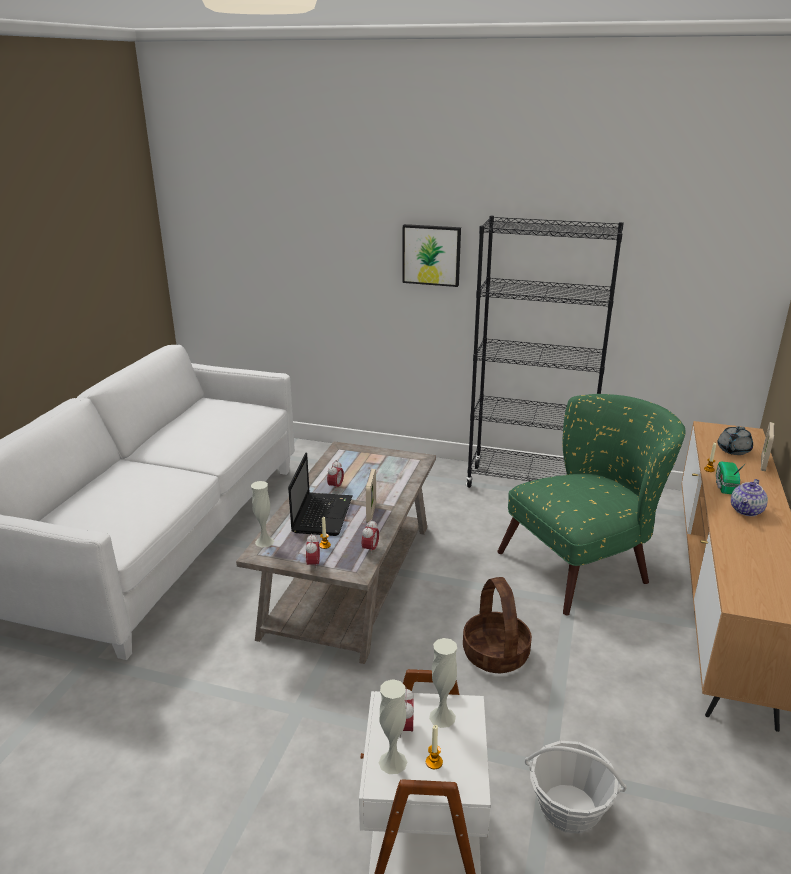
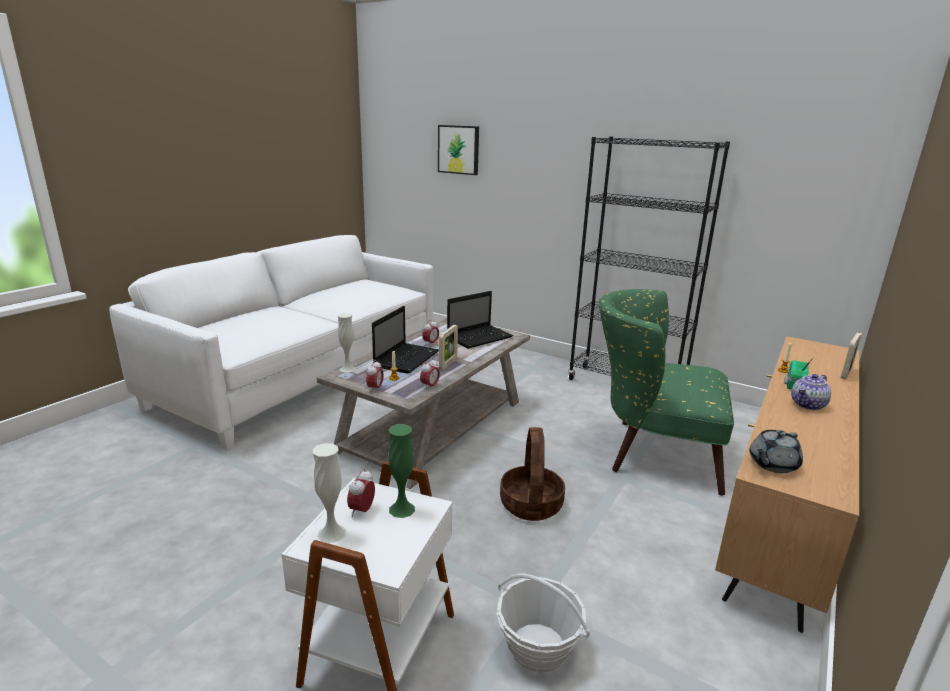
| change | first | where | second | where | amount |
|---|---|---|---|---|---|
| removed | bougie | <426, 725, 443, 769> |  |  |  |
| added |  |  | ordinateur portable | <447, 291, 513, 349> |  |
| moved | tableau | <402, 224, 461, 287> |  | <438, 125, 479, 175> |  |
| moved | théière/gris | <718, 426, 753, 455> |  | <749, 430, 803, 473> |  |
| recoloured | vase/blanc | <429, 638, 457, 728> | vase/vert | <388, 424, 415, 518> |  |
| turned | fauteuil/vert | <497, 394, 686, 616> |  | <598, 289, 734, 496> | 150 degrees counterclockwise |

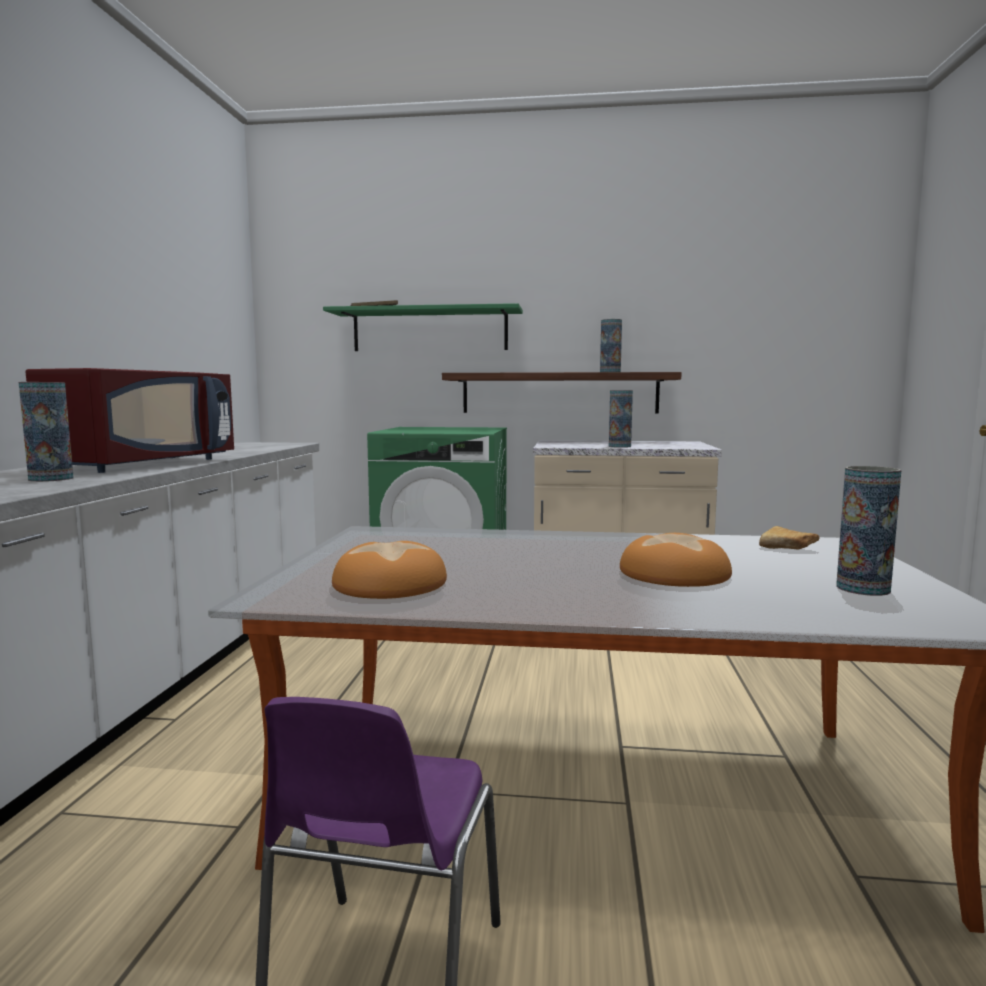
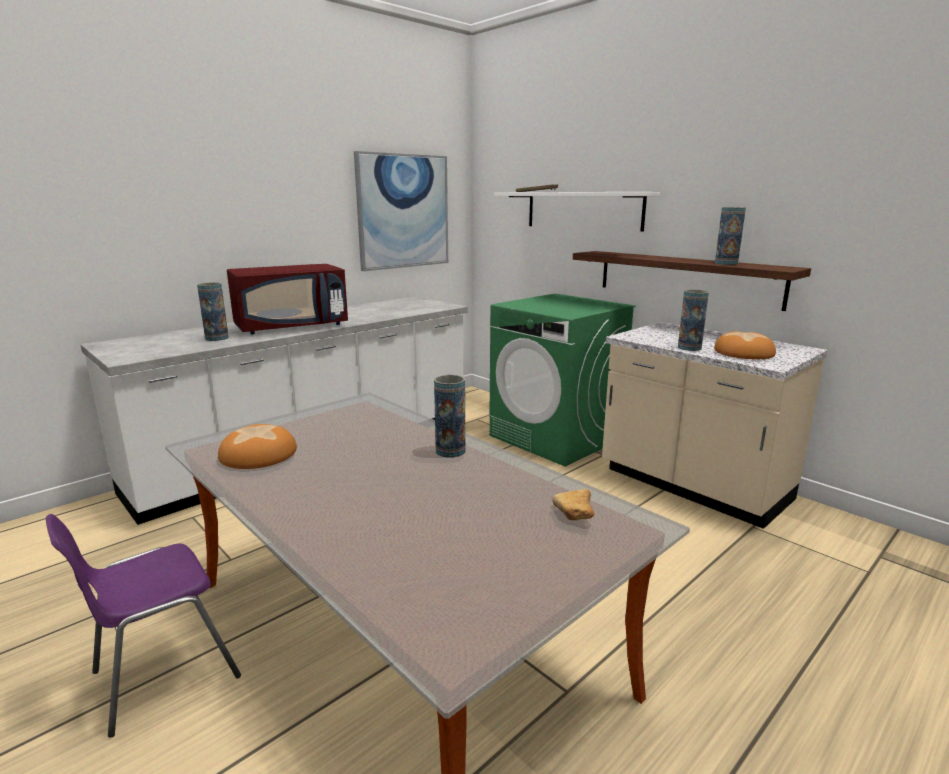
| change | first | where | second | where | amount |
|---|---|---|---|---|---|
| added |  |  | tableau | <354, 151, 448, 271> |  |
| moved | pain | <620, 533, 732, 587> |  | <714, 331, 776, 359> |  |
| moved | vase | <836, 466, 901, 596> |  | <434, 375, 465, 458> |  |
| recoloured | étagère/vert | <323, 303, 523, 351> | étagère/blanc | <494, 192, 660, 232> |  |

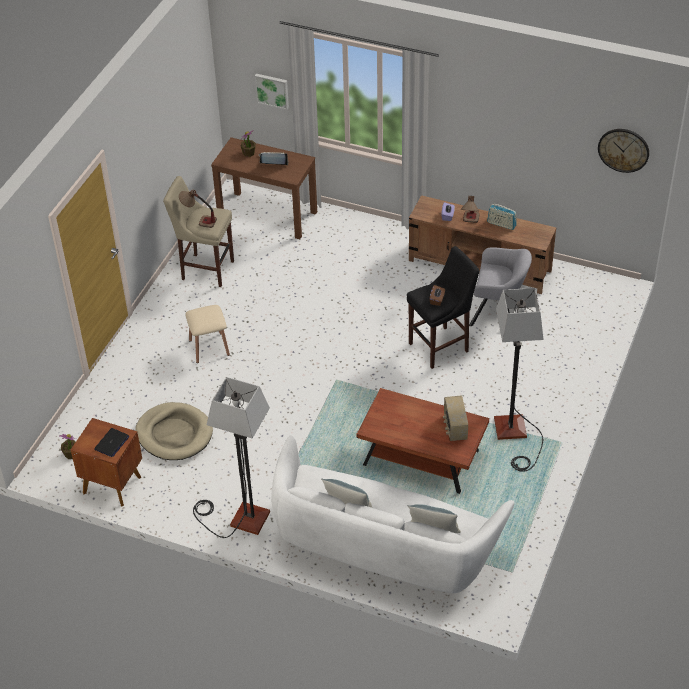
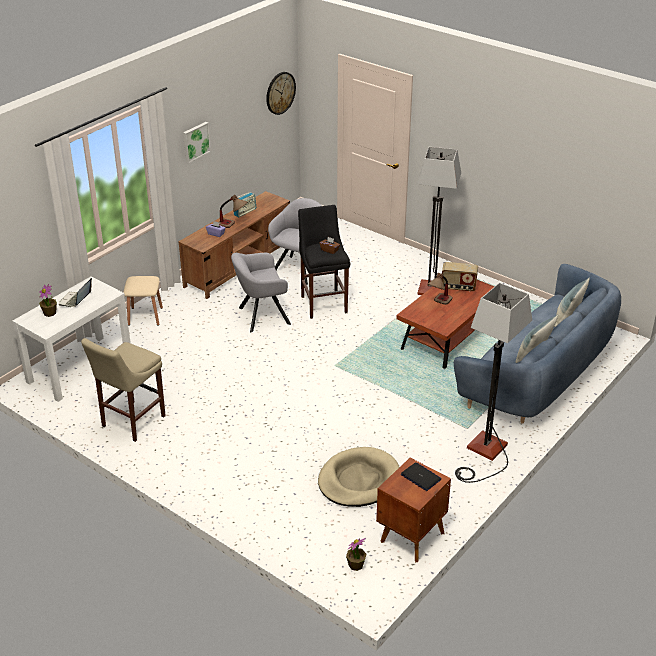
| change | first | where | second | where | amount |
|---|---|---|---|---|---|
| added |  |  | fauteuil/gris | <231, 253, 291, 332> |  |
| moved | lampe de table | <179, 189, 217, 228> |  | <428, 273, 453, 305> |  |
| moved | tabouret/beige | <185, 305, 230, 363> |  | <123, 276, 163, 326> |  |
| moved | tableau | <255, 74, 289, 110> |  | <183, 122, 211, 163> |  |
| recoloured | table console/marron | <211, 137, 317, 239> | table console/blanc | <12, 277, 131, 402> |  |
| recoloured | canapé/blanc | <271, 435, 514, 593> | canapé/bleu | <454, 264, 621, 423> |  |

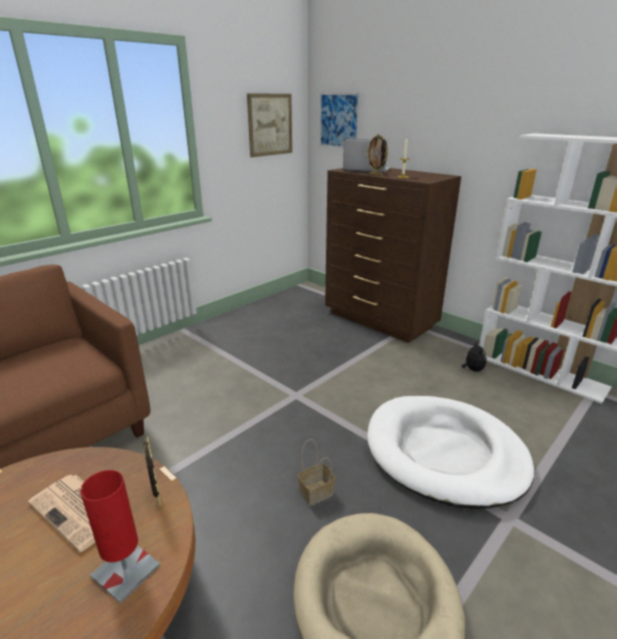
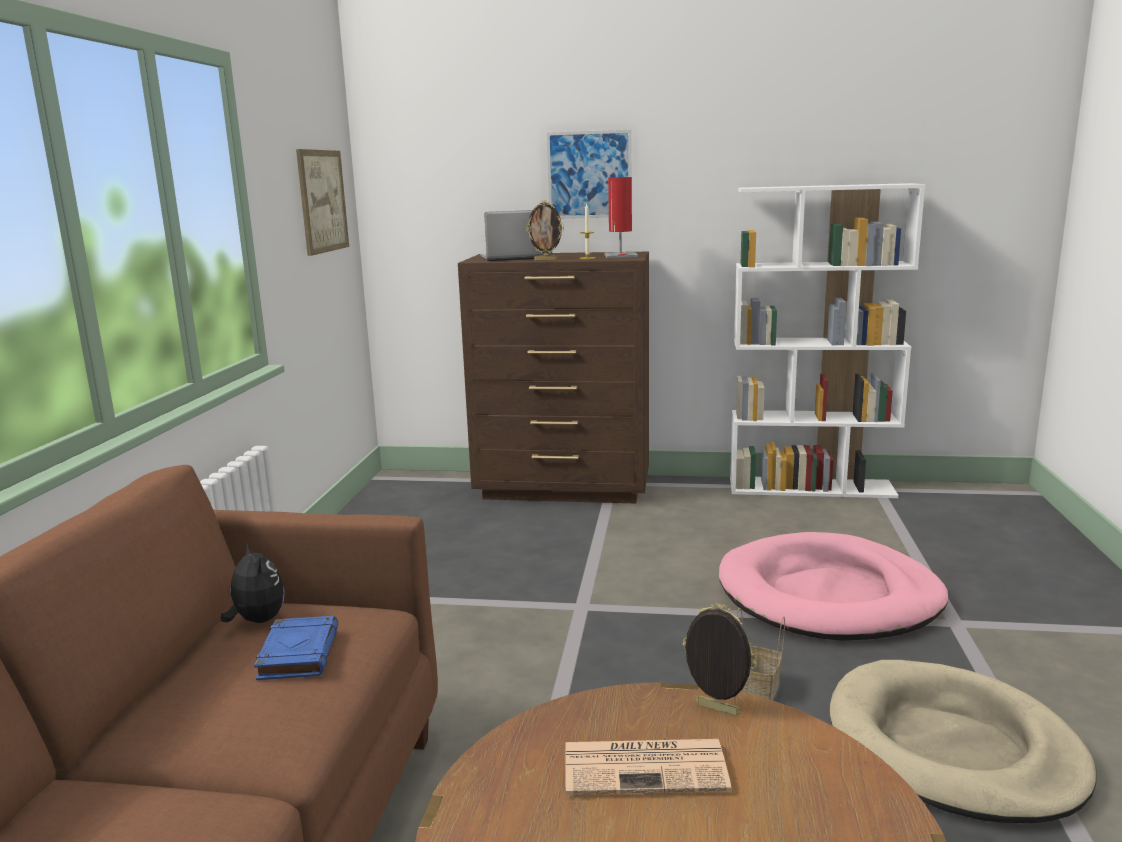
| change | first | where | second | where | amount |
|---|---|---|---|---|---|
| added |  |  | livre/bleu | <254, 616, 338, 680> |  |
| moved | lampe de table/rouge | <80, 470, 160, 604> |  | <604, 177, 638, 258> |  |
| moved | tableau | <320, 93, 360, 148> |  | <547, 130, 631, 219> |  |
| moved | peluche | <462, 341, 487, 372> |  | <221, 544, 285, 623> |  |
| recoloured | panier pour chien/blanc | <367, 396, 535, 509> | panier pour chien/rose | <719, 532, 948, 641> |  |

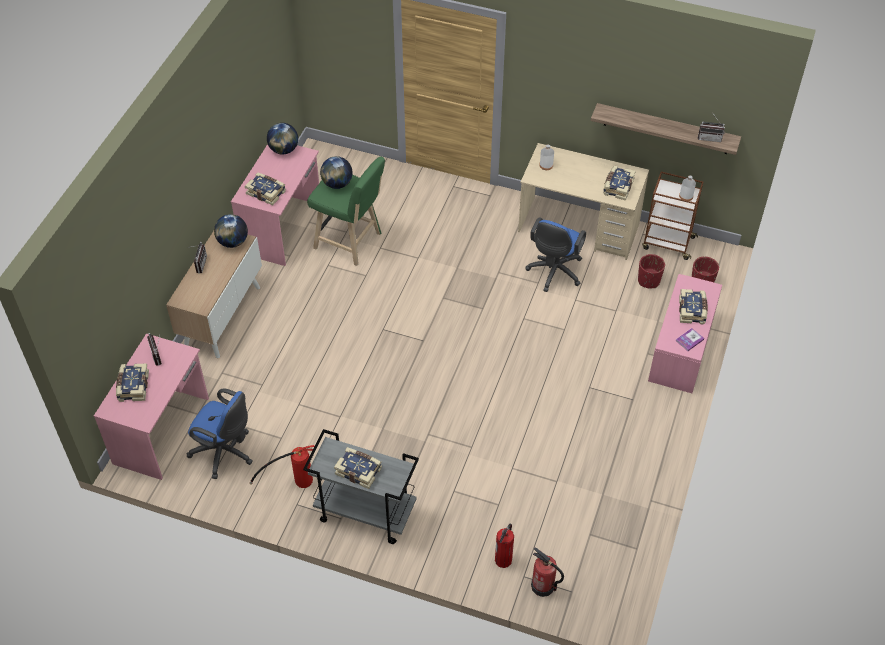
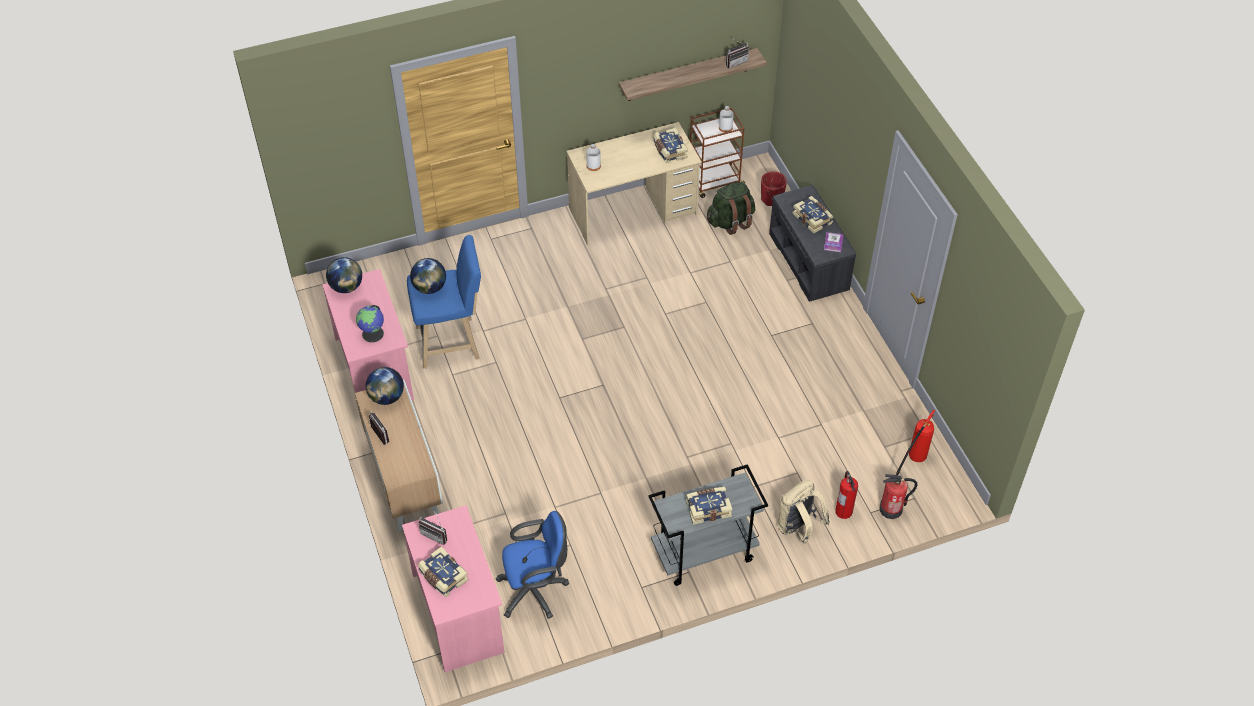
| change | first | where | second | where | amount |
|---|---|---|---|---|---|
| removed | chaise de bureau/bleu | <526, 217, 586, 292> |  |  |  |
| added |  |  | sac à dos/beige | <777, 480, 830, 544> |  |
| moved | extincteur | <249, 445, 315, 488> |  | <896, 410, 935, 475> |  |
| replaced | livre | <245, 172, 286, 205> | globe | <356, 305, 384, 342> |  |
| replaced | cache-pot/rouge | <638, 254, 665, 289> | sac à dos/vert | <707, 182, 755, 235> |  |
| recoloured | tabouret/vert | <307, 156, 385, 266> | tabouret/bleu | <407, 235, 481, 369> |  |
| recoloured | banc/rose | <648, 274, 722, 393> | banc/gris | <769, 185, 856, 302> |  |

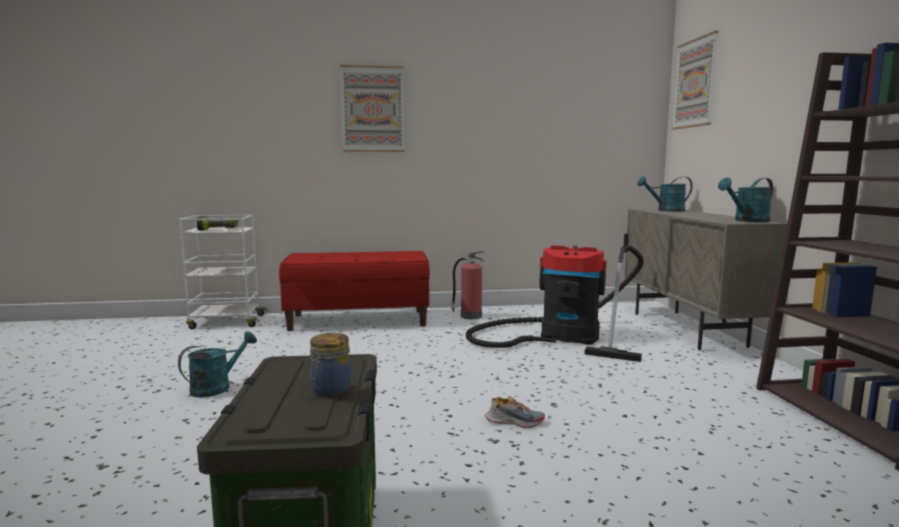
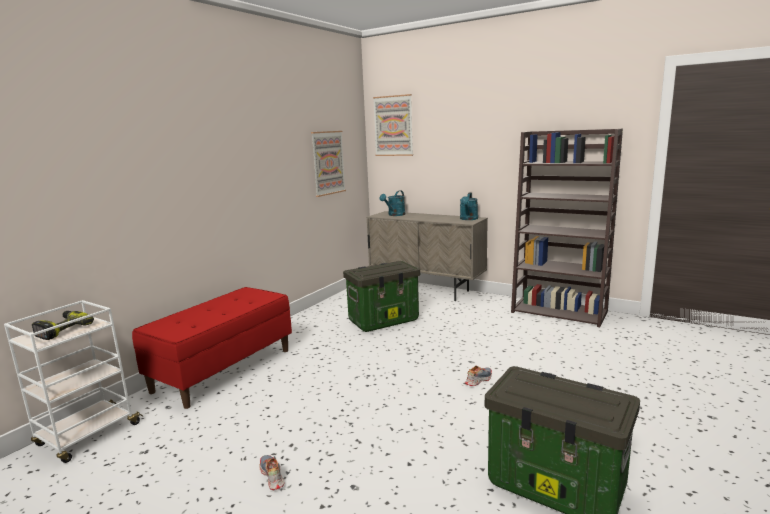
| change | first | where | second | where | amount |
|---|---|---|---|---|---|
| removed | bocal | <310, 333, 351, 396> |  |  |  |
| removed | extincteur | <451, 251, 485, 319> |  |  |  |
| moved | tableau | <340, 65, 405, 152> |  | <311, 131, 346, 197> |  |
| replaced | arrosoir/turquoise | <178, 331, 257, 398> | chaussure | <259, 455, 285, 490> |  |
| replaced | aspirateur | <466, 245, 644, 362> | boîte de rangement | <343, 261, 420, 332> |  |

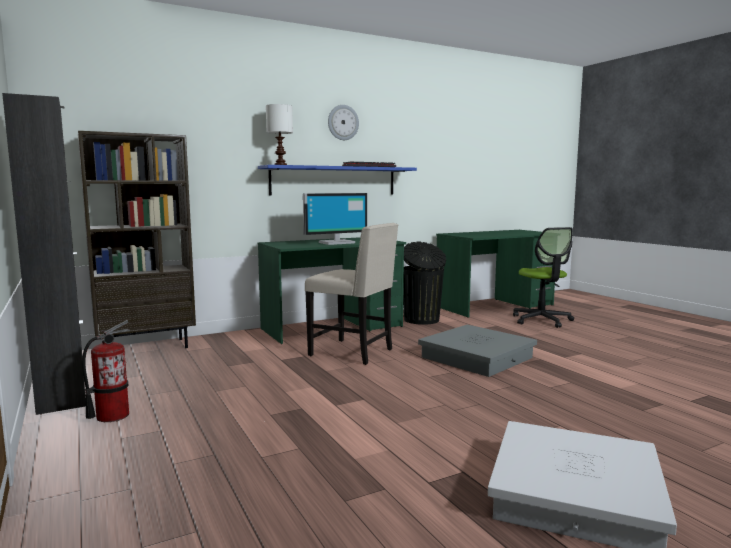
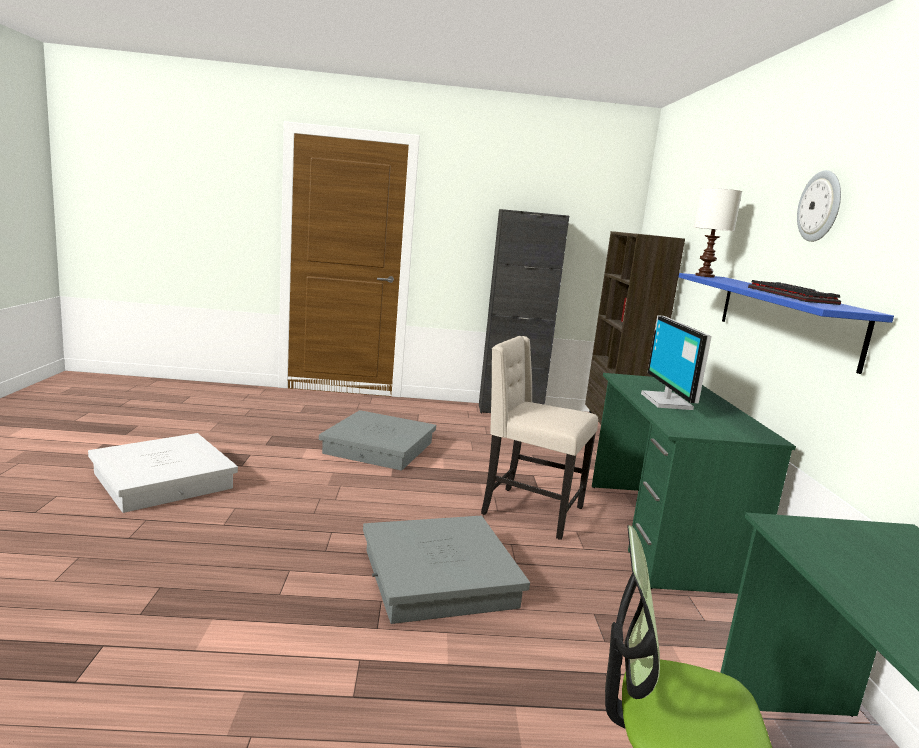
| change | first | where | second | where | amount |
|---|---|---|---|---|---|
| removed | extincteur | <82, 320, 130, 422> |  |  |  |
| removed | poubelle/noir | <403, 242, 446, 325> |  |  |  |
| added |  |  | boîte de rangement/gris | <319, 410, 436, 471> |  |
| turned | chaise/beige | <305, 223, 398, 365> |  | <481, 336, 598, 540> | 60 degrees clockwise |

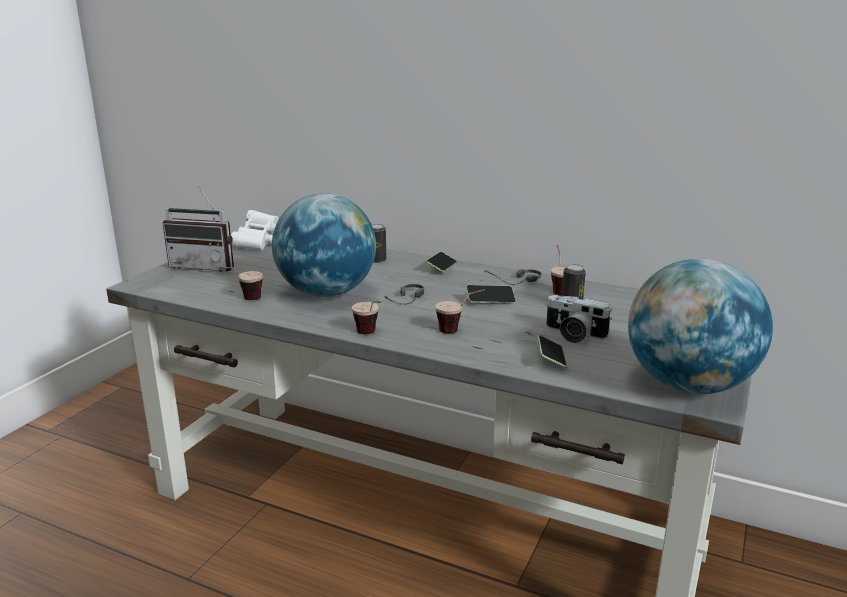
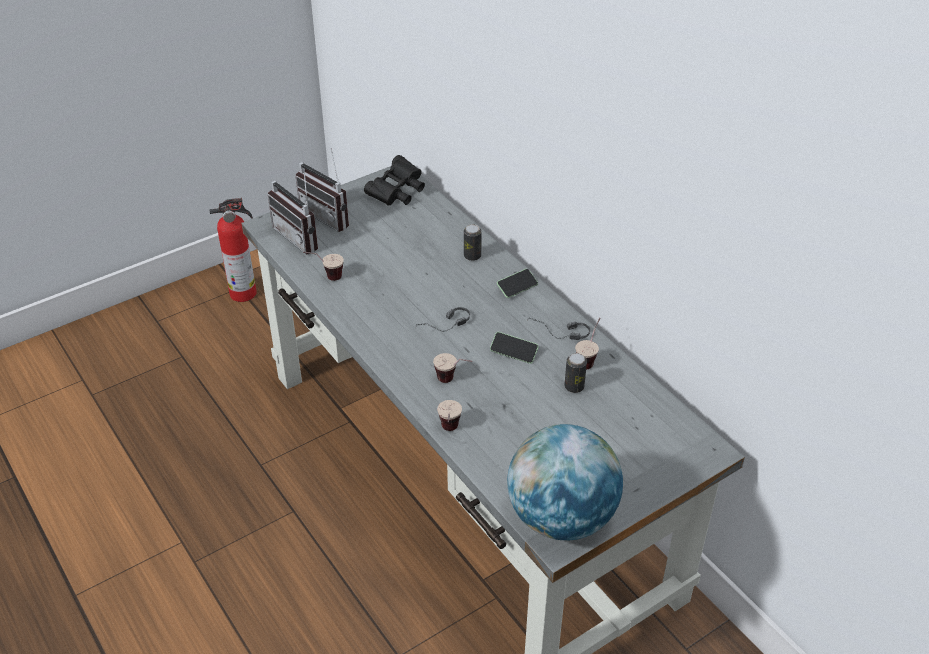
| change | first | where | second | where | amount |
|---|---|---|---|---|---|
| removed | globe | <272, 193, 376, 297> |  |  |  |
| removed | téléphone | <538, 335, 567, 367> |  |  |  |
| removed | appareil photo | <546, 295, 612, 343> |  |  |  |
| added |  |  | extincteur | <210, 197, 257, 302> |  |
| added |  |  | radio | <268, 169, 318, 254> |  |
| moved | tasse | <352, 301, 381, 334> |  | <437, 400, 462, 431> |  |
| recoloured | jumelles/blanc | <231, 210, 279, 250> | jumelles/noir | <364, 155, 425, 206> |  |

